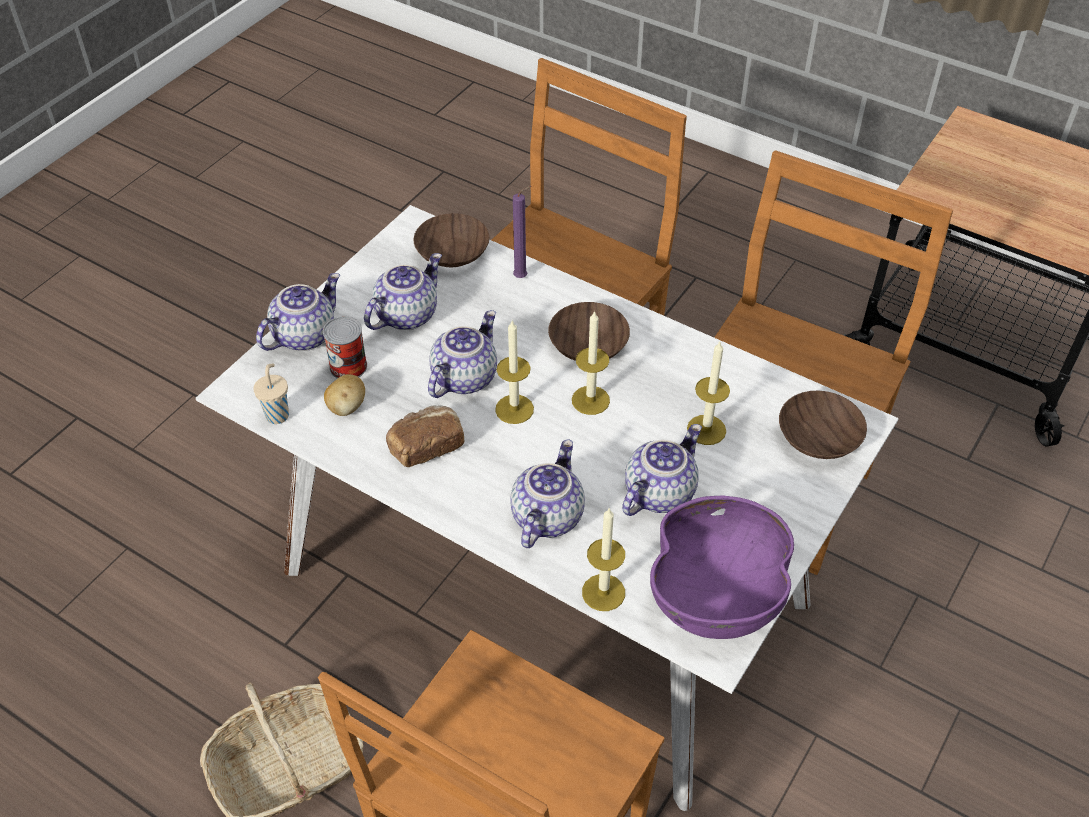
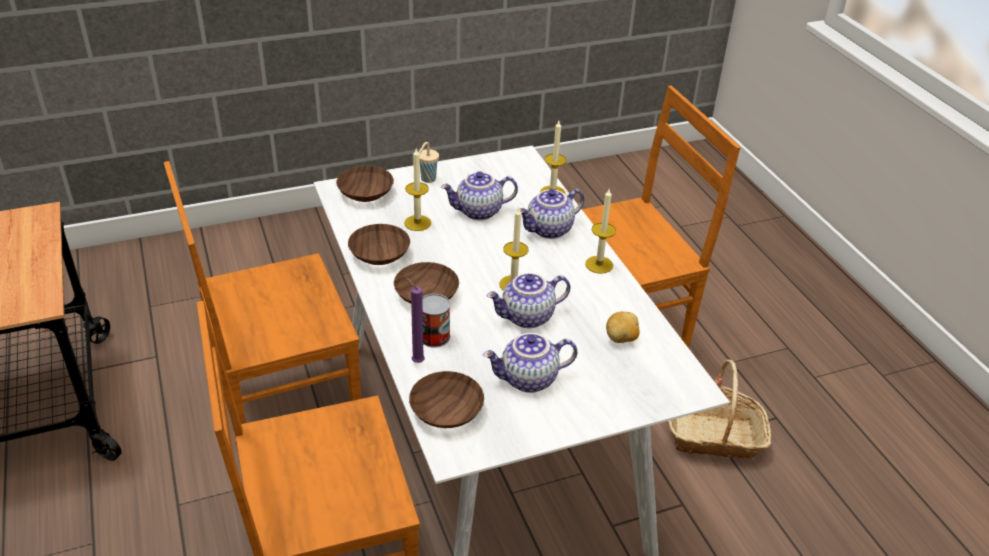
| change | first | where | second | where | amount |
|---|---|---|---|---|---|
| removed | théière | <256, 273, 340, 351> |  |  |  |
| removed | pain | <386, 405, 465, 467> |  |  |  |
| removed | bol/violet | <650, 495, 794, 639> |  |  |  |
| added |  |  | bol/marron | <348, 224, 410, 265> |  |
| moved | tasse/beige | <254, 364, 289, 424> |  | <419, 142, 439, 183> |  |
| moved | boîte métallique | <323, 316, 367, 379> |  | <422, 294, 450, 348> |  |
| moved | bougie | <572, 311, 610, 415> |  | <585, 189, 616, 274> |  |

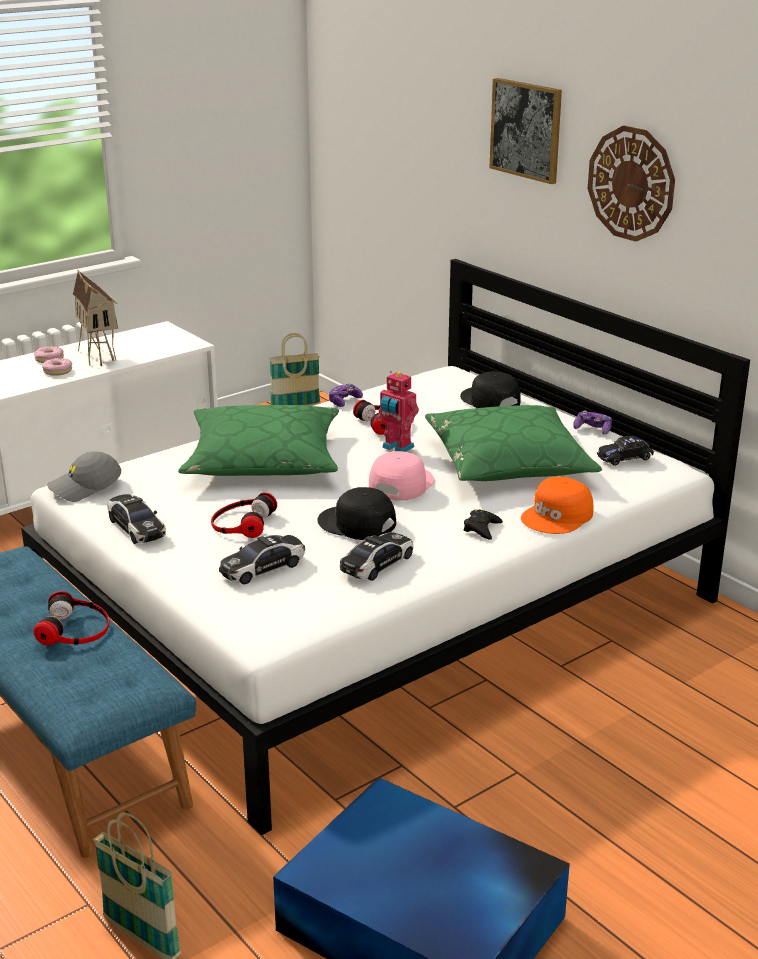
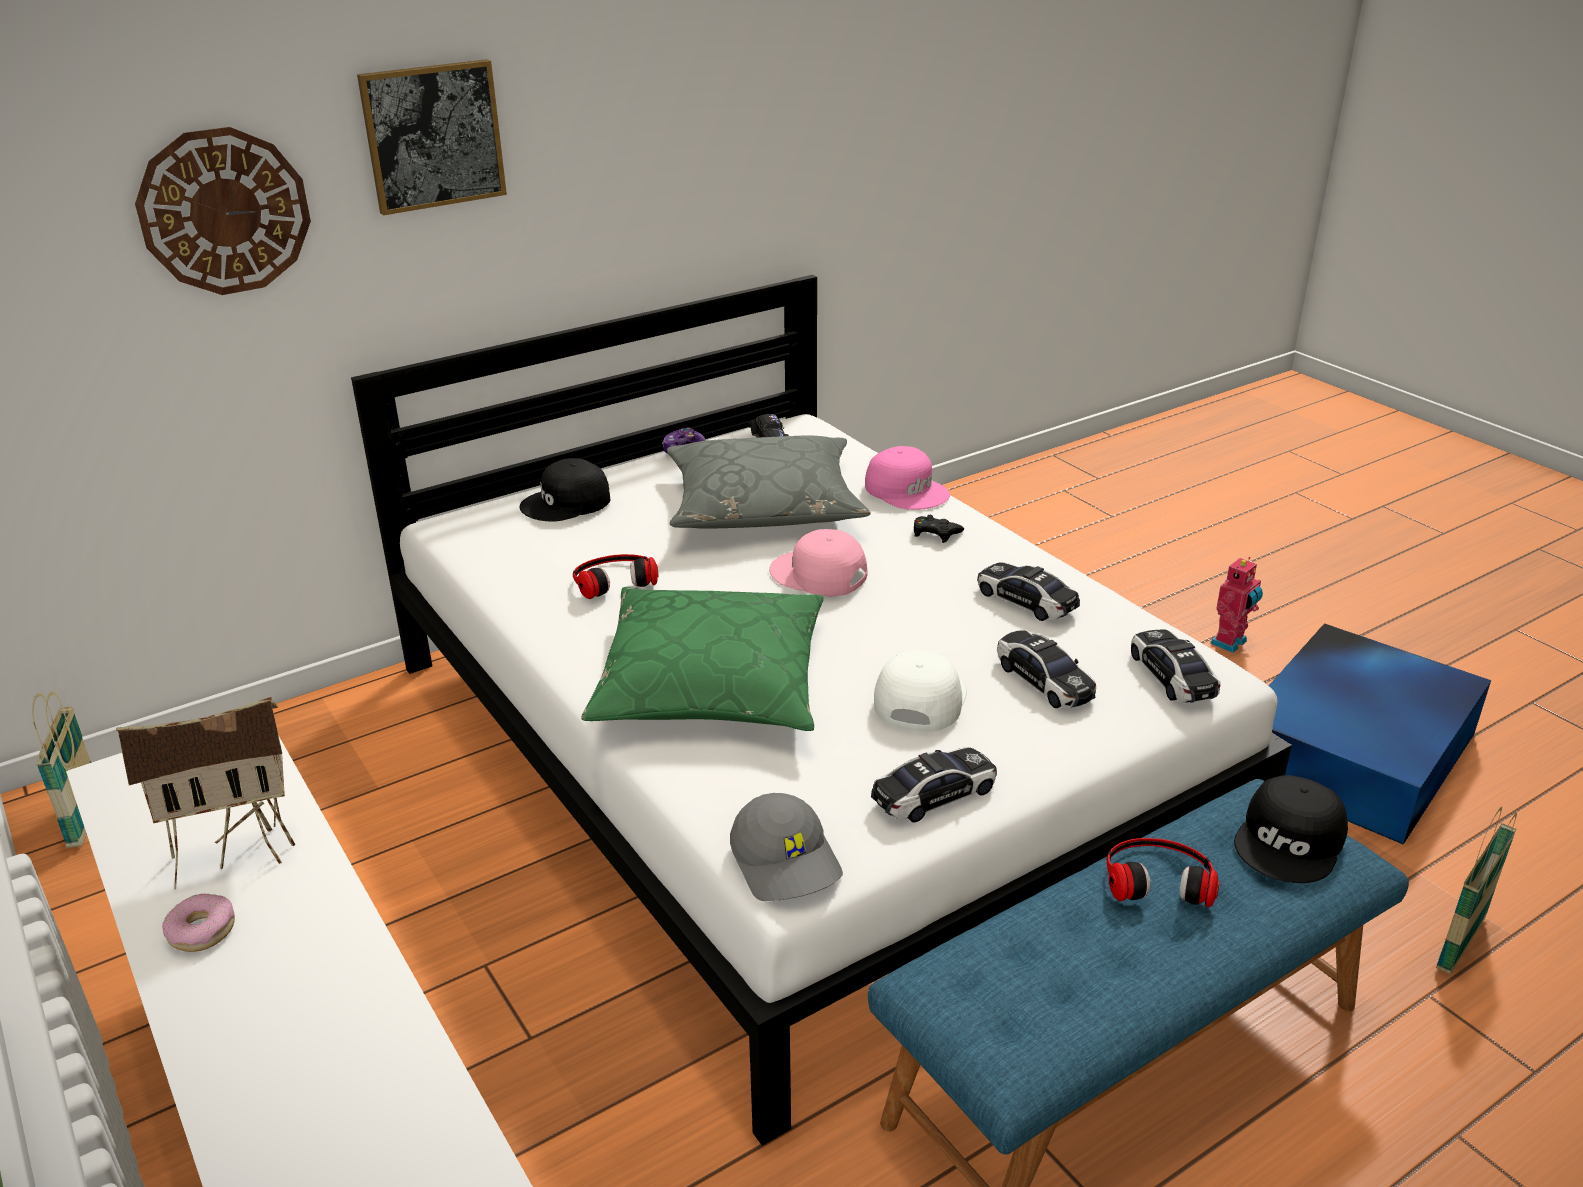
| change | first | where | second | where | amount |
|---|---|---|---|---|---|
| removed | beignet | <42, 358, 72, 376> |  |  |  |
| removed | manette | <329, 384, 363, 407> |  |  |  |
| added |  |  | petite voiture | <1131, 630, 1220, 703> |  |
| moved | casquette/noir | <317, 487, 396, 540> |  | <1234, 775, 1348, 883> |  |
| moved | robot jouet | <376, 371, 419, 452> |  | <1210, 557, 1263, 653> |  |
| moved | horloge murale | <588, 126, 675, 242> |  | <135, 127, 311, 295> |  |
| replaced | casque audio | <211, 492, 277, 538> | casquette/blanc | <874, 651, 967, 732> |  |
| recoloured | coussin/vert | <425, 405, 602, 481> | coussin/gris | <667, 436, 871, 529> |  |
| recoloured | casquette/orange | <521, 476, 594, 534> | casquette/rose | <865, 446, 950, 510> |  |

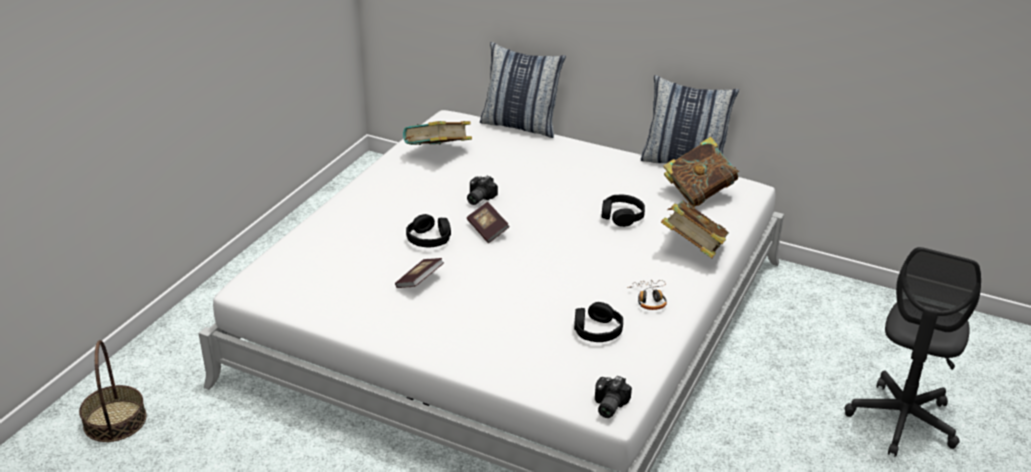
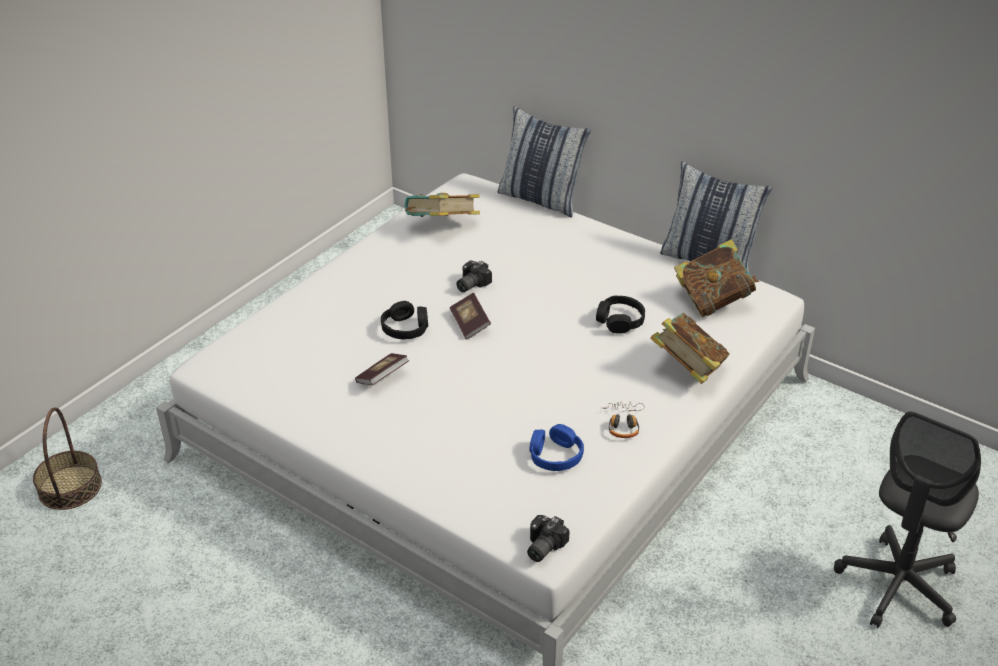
| change | first | where | second | where | amount |
|---|---|---|---|---|---|
| recoloured | casque audio/noir | <574, 302, 623, 342> | casque audio/bleu | <530, 424, 584, 471> |  |

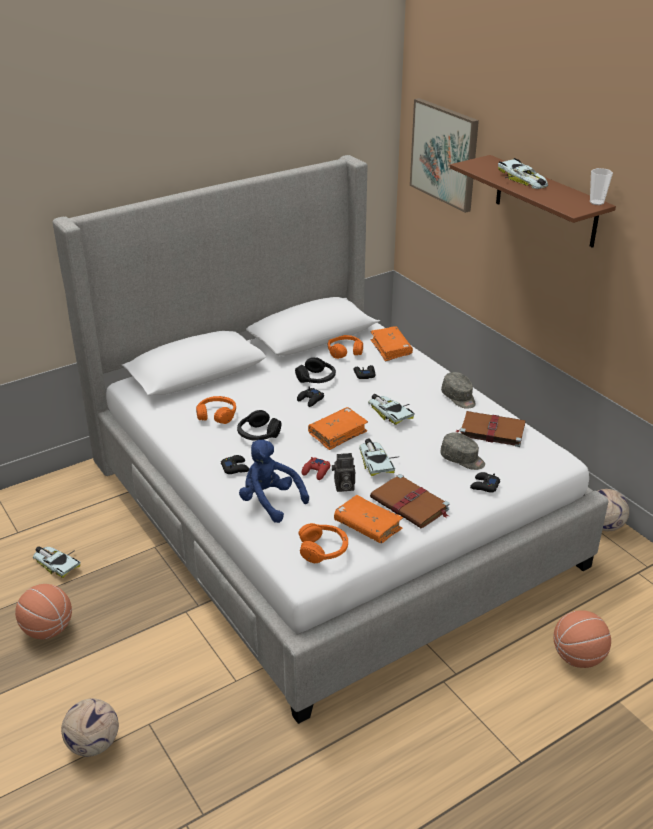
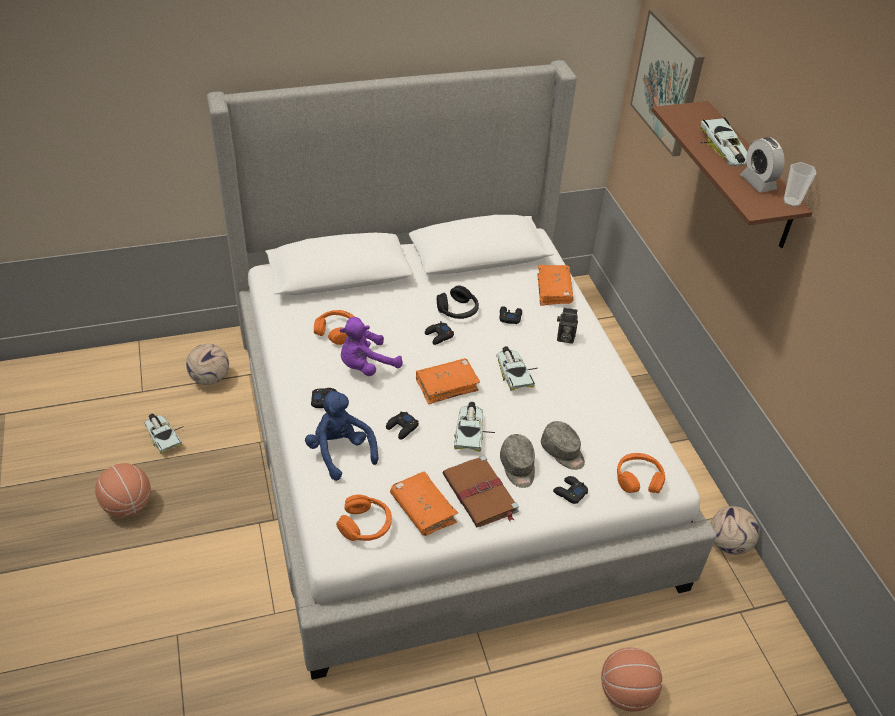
| change | first | where | second | where | amount |
|---|---|---|---|---|---|
| removed | livre/marron | <456, 411, 526, 447> |  |  |  |
| added |  |  | réveil | <740, 137, 785, 193> |  |
| moved | ballon de foot | <61, 699, 119, 757> |  | <186, 344, 229, 385> |  |
| moved | casque audio/orange | <328, 335, 363, 359> |  | <617, 453, 666, 493> |  |
| moved | appareil photo | <332, 453, 355, 492> |  | <557, 308, 578, 344> |  |
| moved | casquette/gris | <441, 372, 476, 409> |  | <500, 434, 535, 488> |  |
| replaced | casque audio/noir | <237, 410, 281, 441> | peluche/violet | <339, 317, 403, 376> |  |
| recoloured | manette/rouge | <302, 457, 330, 480> | manette/noir | <386, 411, 419, 440> |  |

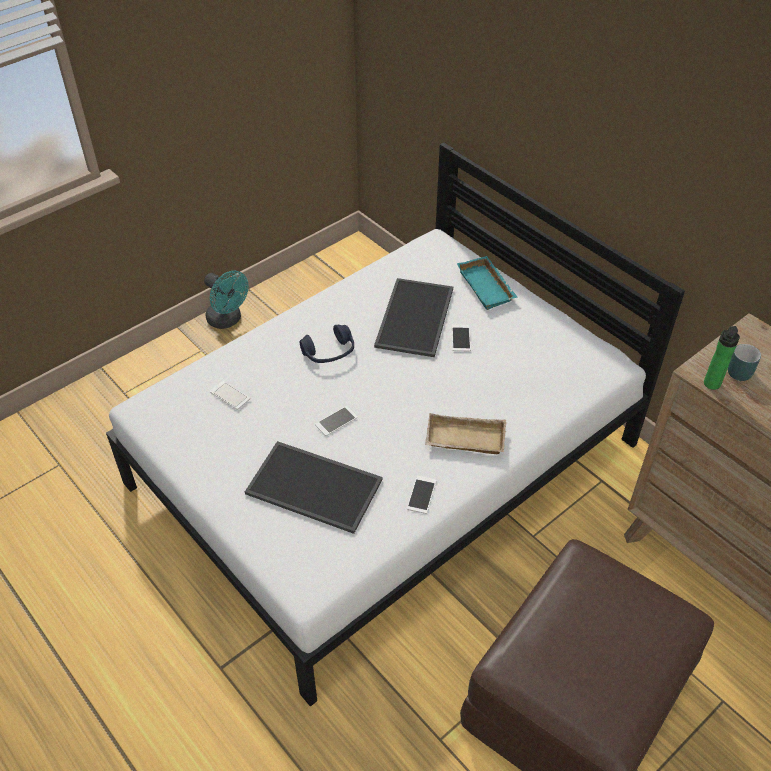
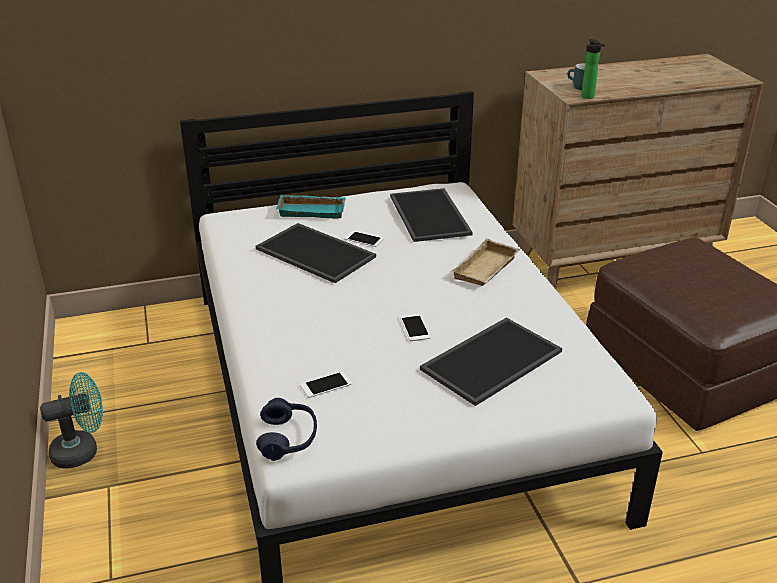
| change | first | where | second | where | amount |
|---|---|---|---|---|---|
| removed | téléphone | <407, 476, 437, 514> |  |  |  |
| added |  |  | plateau | <390, 188, 473, 242> |  |
| moved | casque audio/bleu | <300, 325, 354, 363> |  | <256, 398, 317, 461> |  |

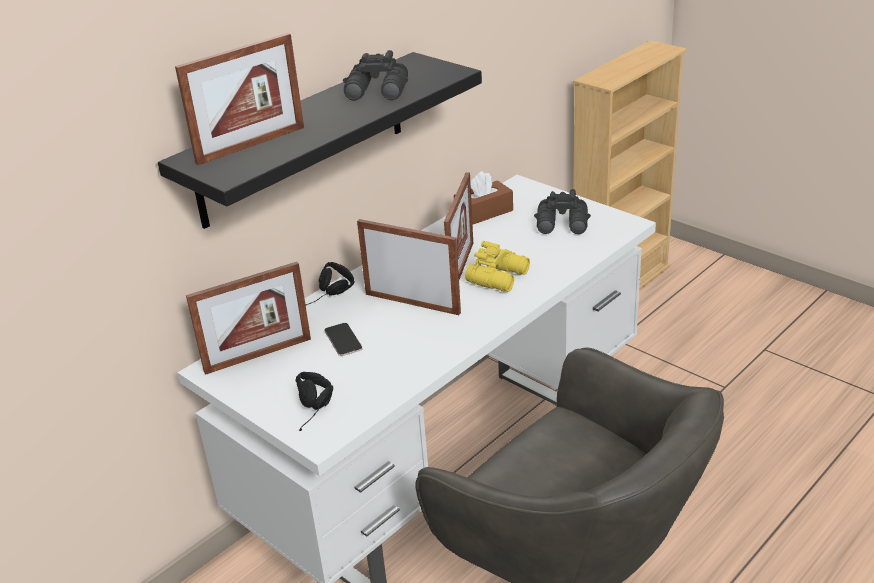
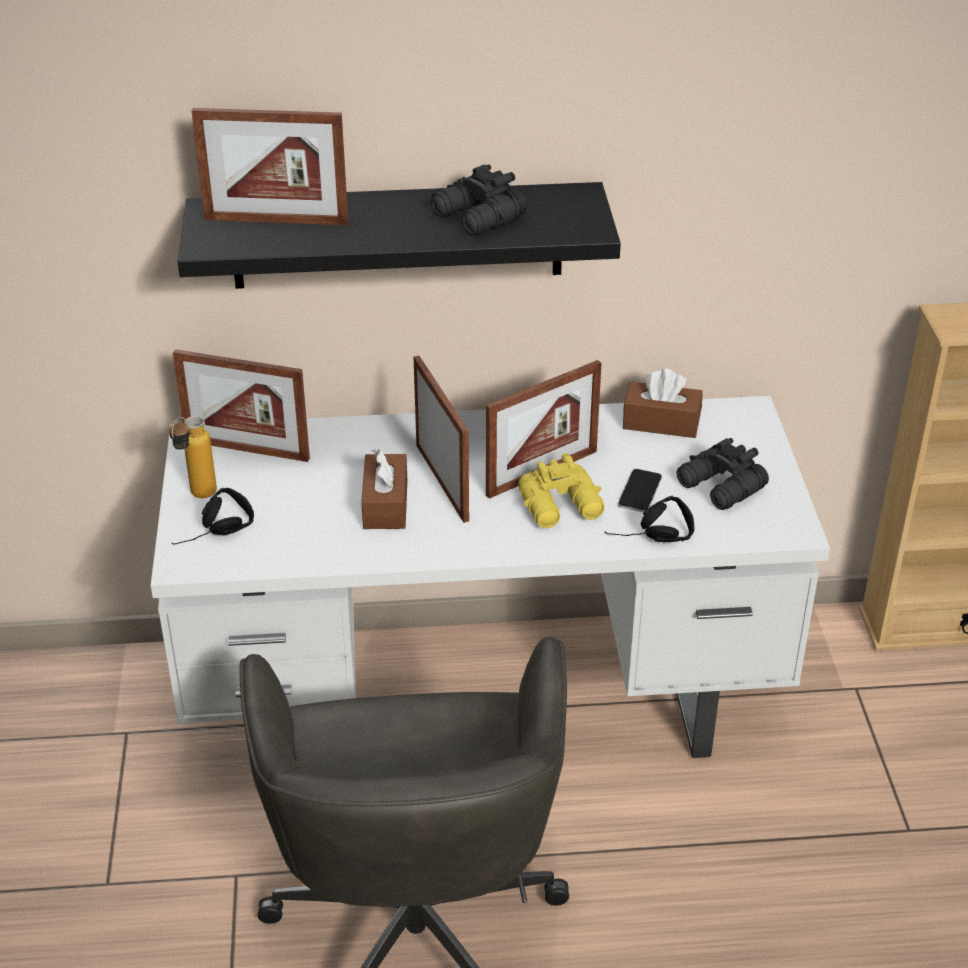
| change | first | where | second | where | amount |
|---|---|---|---|---|---|
| added |  |  | bouteille | <169, 416, 217, 498> |  |
| added |  |  | boîte à mouchoirs/marron | <361, 448, 407, 529> |  |
| moved | casque audio/noir | <306, 262, 355, 305> |  | <605, 496, 695, 542> |  |
| moved | téléphone | <324, 323, 363, 356> |  | <618, 469, 662, 512> |  |

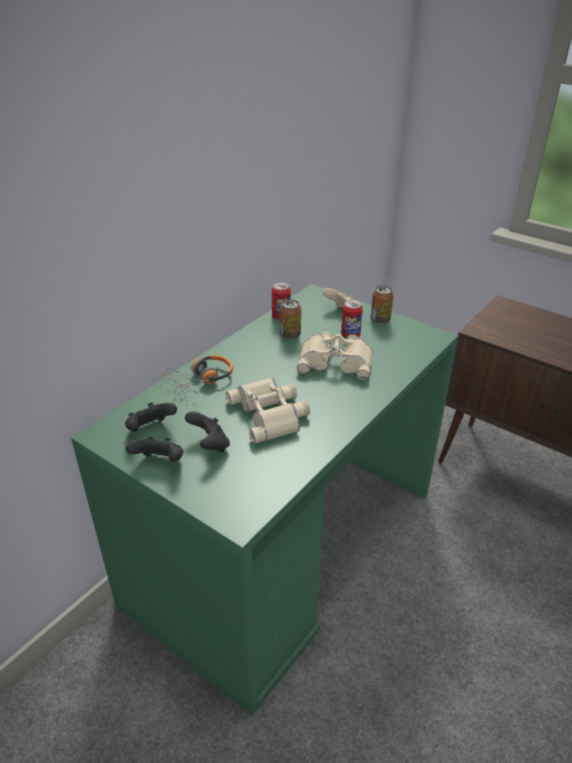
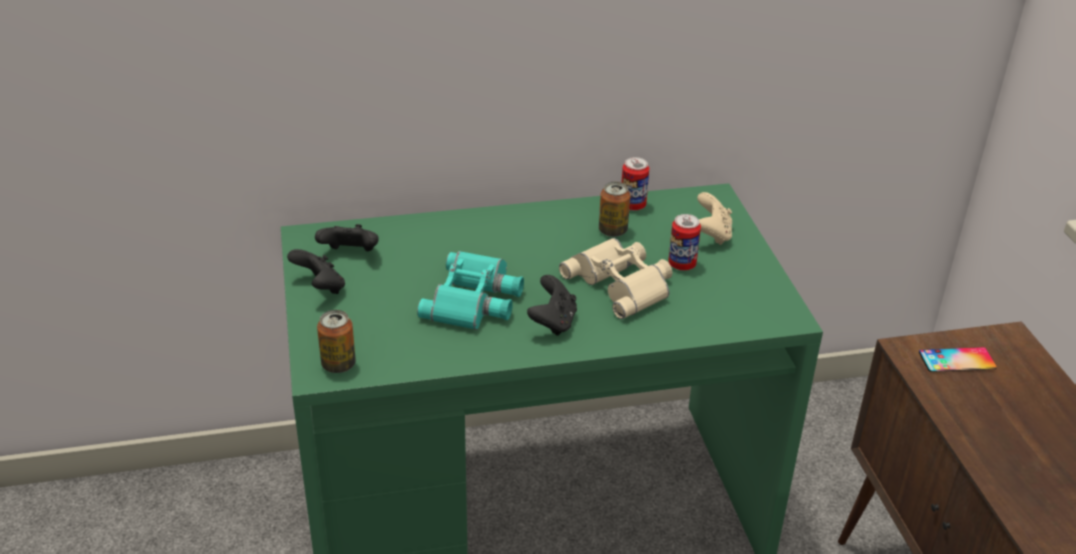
| change | first | where | second | where | amount |
|---|---|---|---|---|---|
| removed | casque audio | <161, 355, 233, 394> |  |  |  |
| added |  |  | téléphone | <919, 347, 997, 372> |  |
| moved | manette/noir | <185, 412, 230, 452> |  | <527, 275, 577, 336> |  |
| moved | boîte métallique | <371, 285, 394, 324> |  | <317, 310, 356, 373> |  |
| recoloured | jumelles/beige | <226, 377, 310, 444> | jumelles/turquoise | <417, 251, 524, 330> |  |

